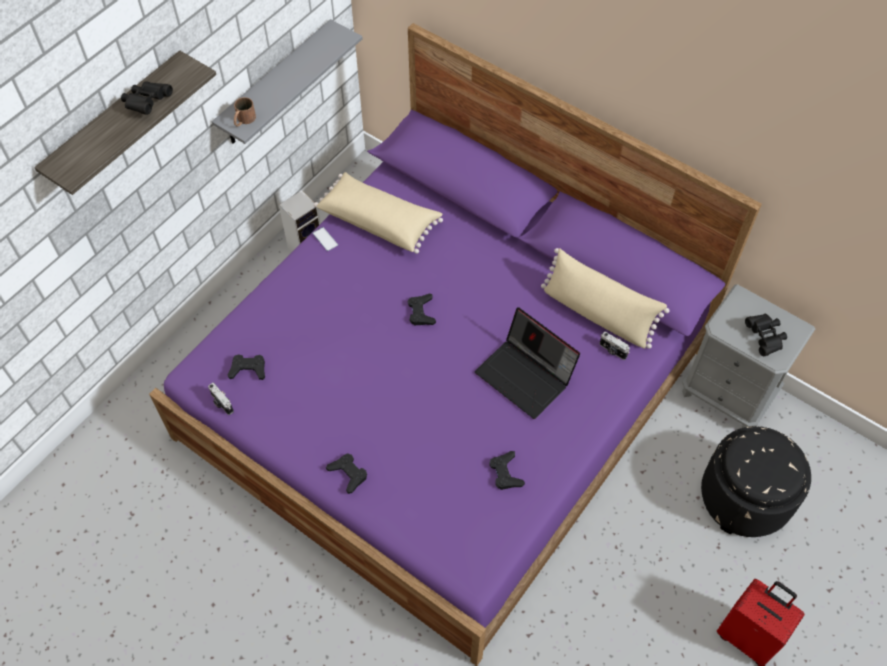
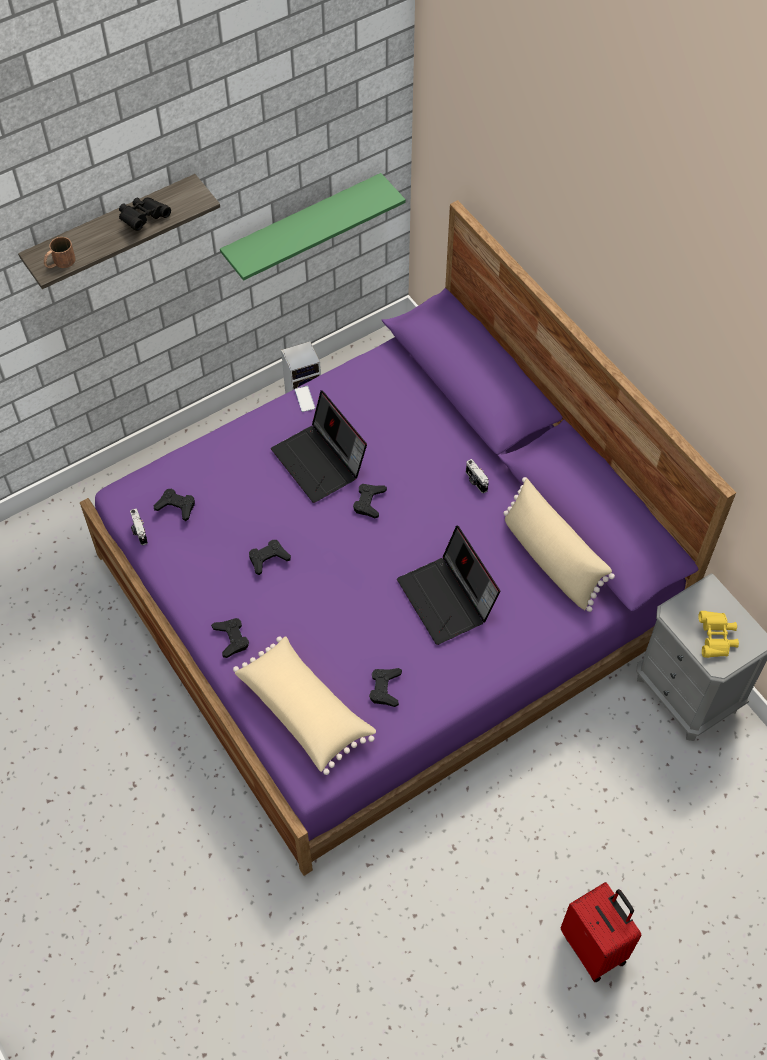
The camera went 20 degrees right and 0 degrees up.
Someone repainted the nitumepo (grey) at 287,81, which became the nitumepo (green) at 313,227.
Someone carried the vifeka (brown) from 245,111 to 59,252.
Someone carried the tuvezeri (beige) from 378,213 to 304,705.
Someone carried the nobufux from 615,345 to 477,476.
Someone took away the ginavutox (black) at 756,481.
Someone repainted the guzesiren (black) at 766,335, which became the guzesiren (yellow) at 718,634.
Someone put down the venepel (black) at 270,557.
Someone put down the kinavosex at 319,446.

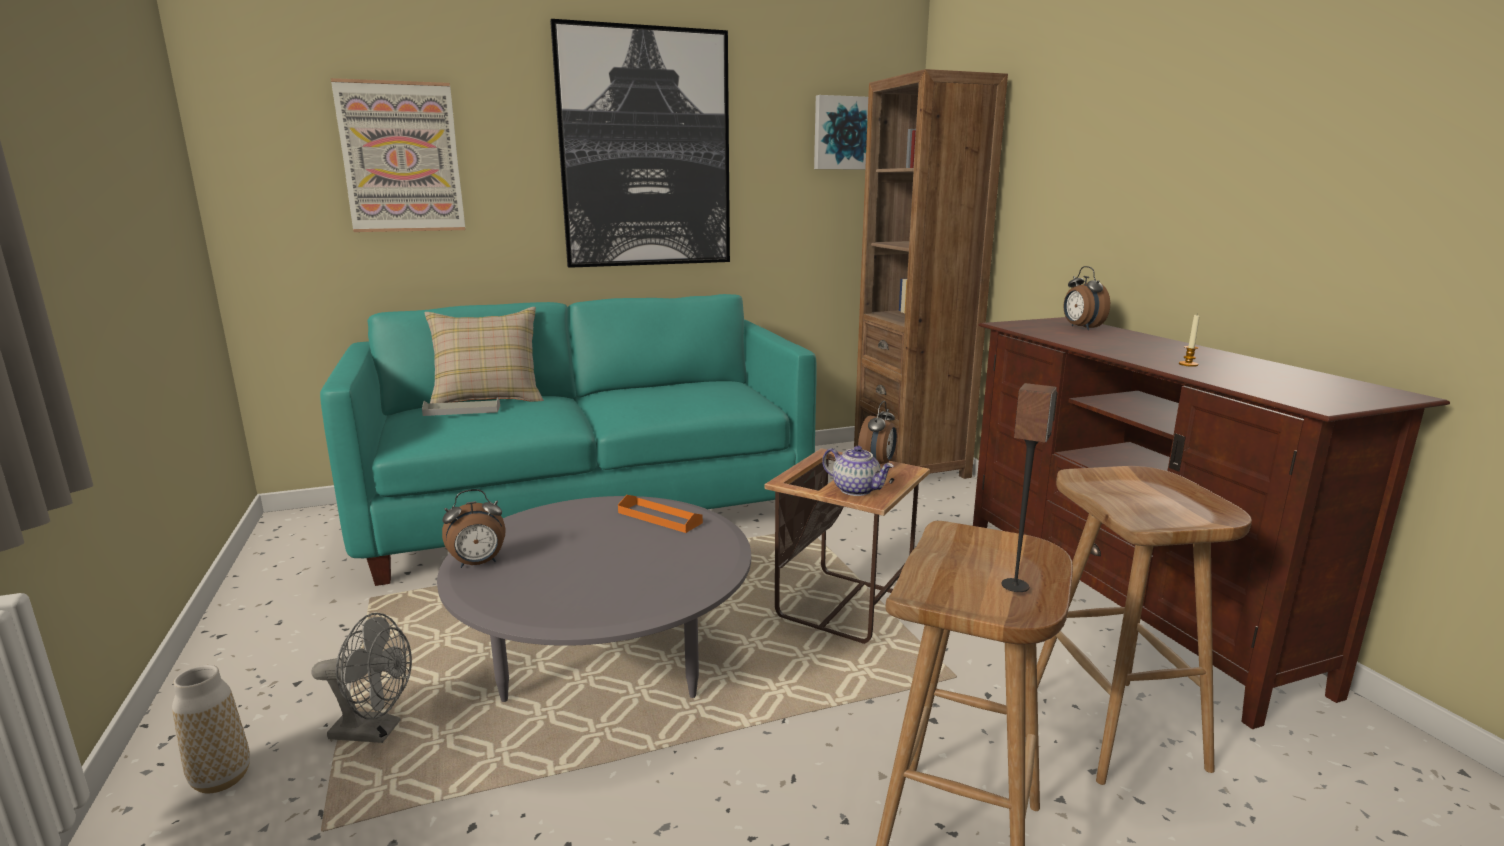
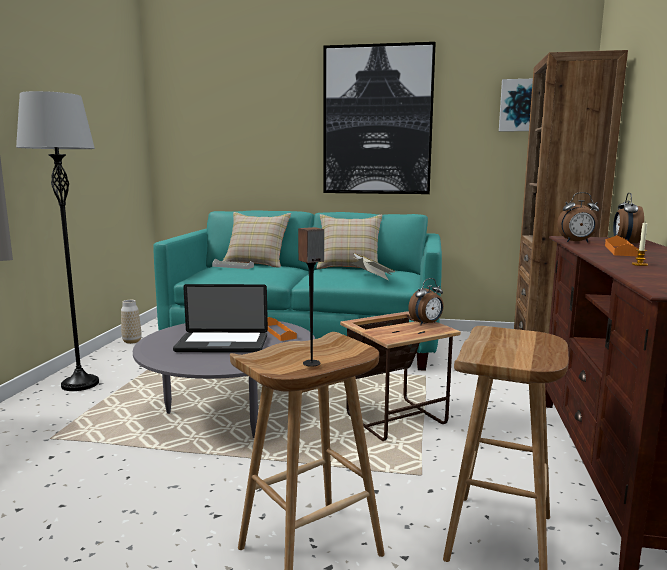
The camera went 30 degrees right and 5 degrees down.
Someone carried the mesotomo from 211,729 to 131,322.
Someone took away the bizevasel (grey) at 361,678.
Someone took away the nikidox at 398,155.
Someone carried the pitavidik from 474,528 to 578,217.
Someone took away the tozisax at 858,471.
Someone put down the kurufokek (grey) at 57,241.
Someone put down the kinavosex at 220,318.
Someone put down the tuvezeri (beige) at 349,241.
Someone put down the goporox at 374,266.
Someone put down the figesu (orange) at 621,246.

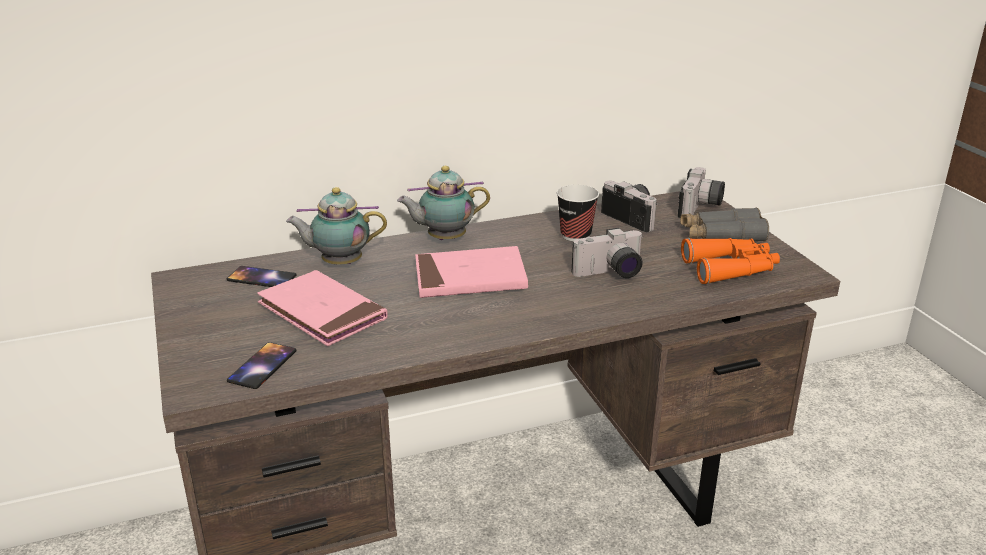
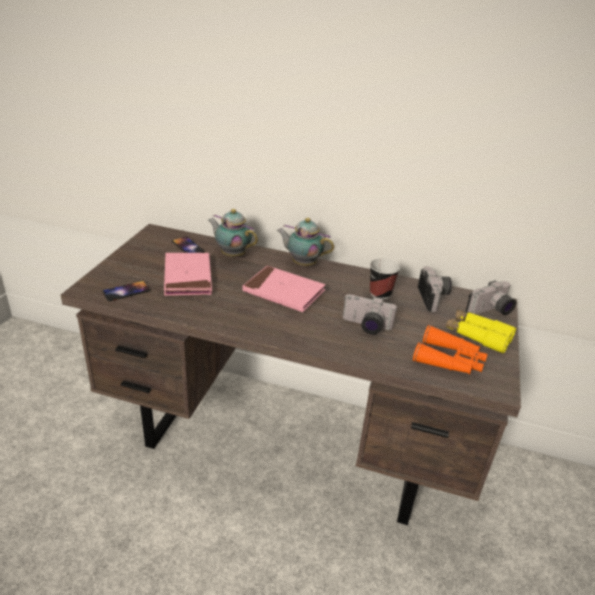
The camera went 35 degrees right and 5 degrees up.
Someone repainted the guzesiren (grey) at 724,225, which became the guzesiren (yellow) at 481,331.

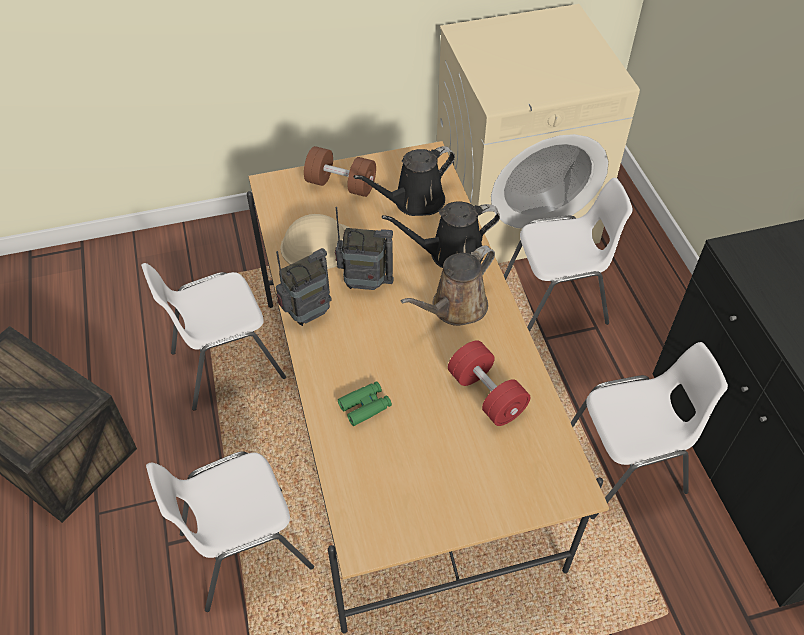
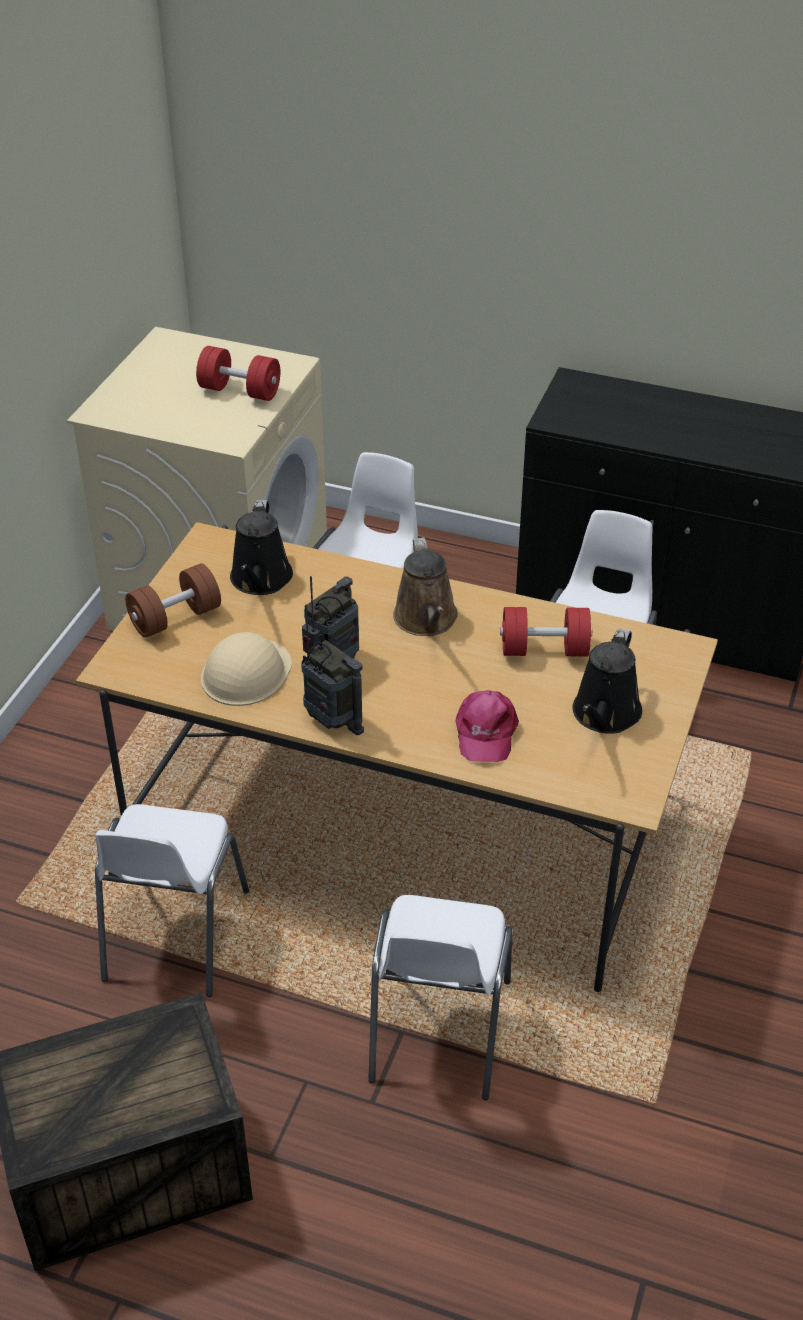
The camera went 55 degrees left and 10 degrees down.
Someone rotated the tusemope at 304,287 by 135 degrees clockwise.
Someone swapped the guzesiren (green) at 365,403 for the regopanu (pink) at 487,726.
Someone carried the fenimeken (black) from 441,235 to 607,681.
Someone put down the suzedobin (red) at 238,373.

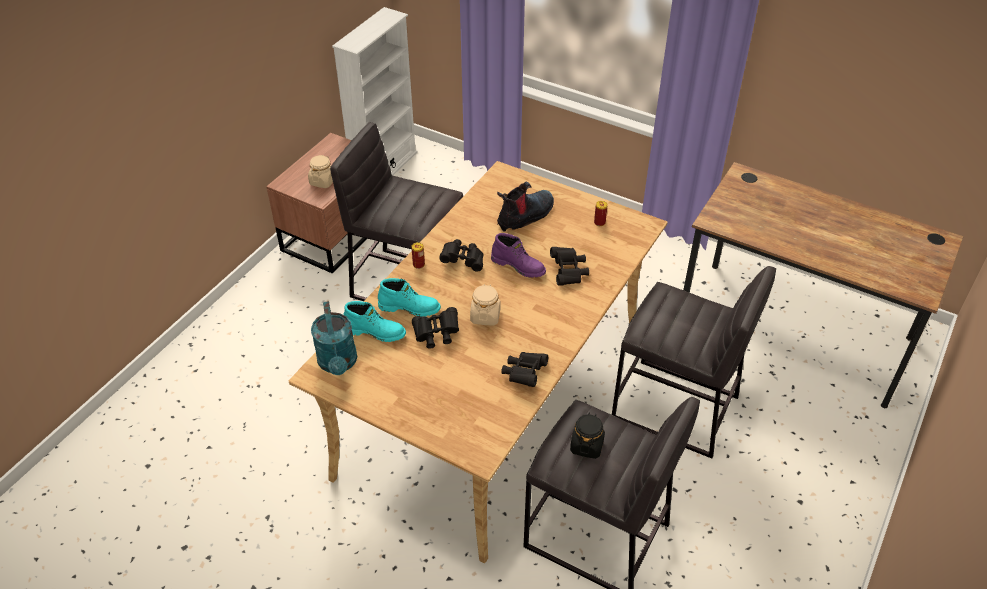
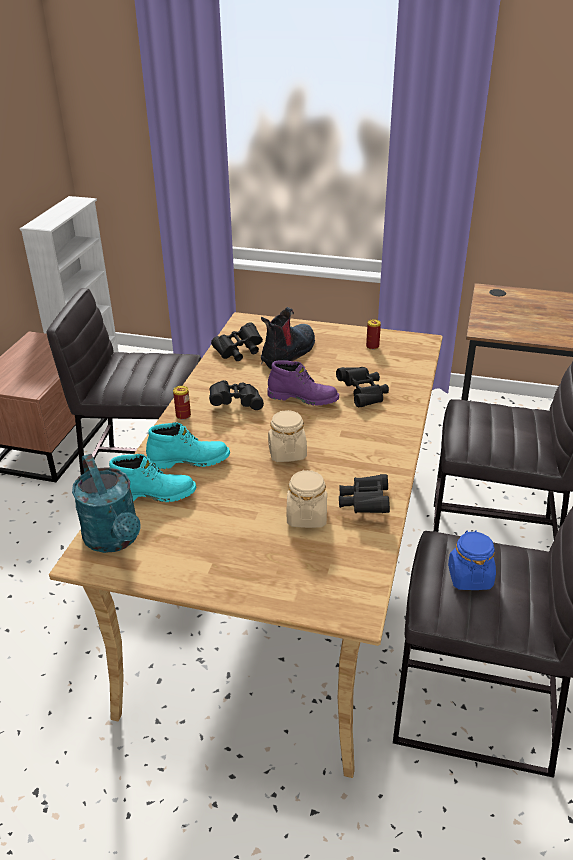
The camera went 15 degrees left and 10 degrees down.
Someone carried the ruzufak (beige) from 320,171 to 307,499.
Someone carried the guzesiren (black) from 435,328 to 237,341.
Someone repainted the ruzufak (black) at 587,436, which became the ruzufak (blue) at 472,560.

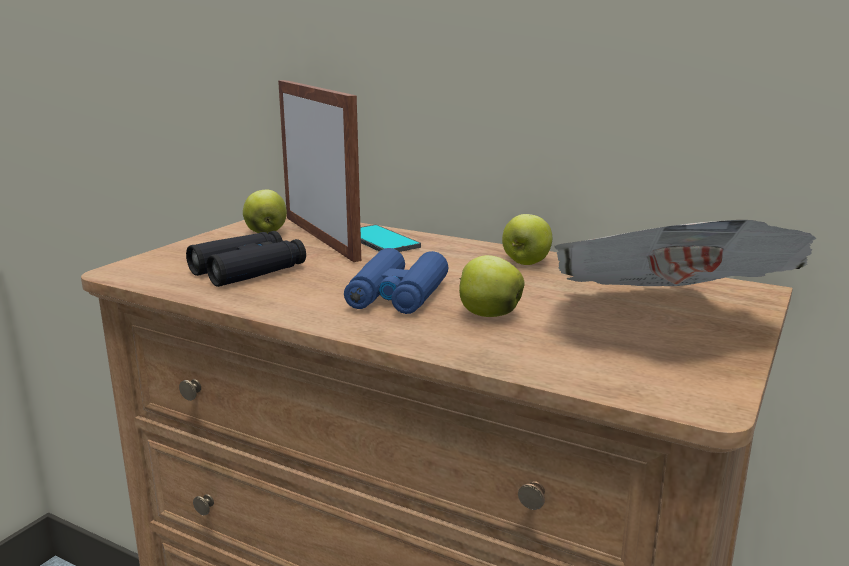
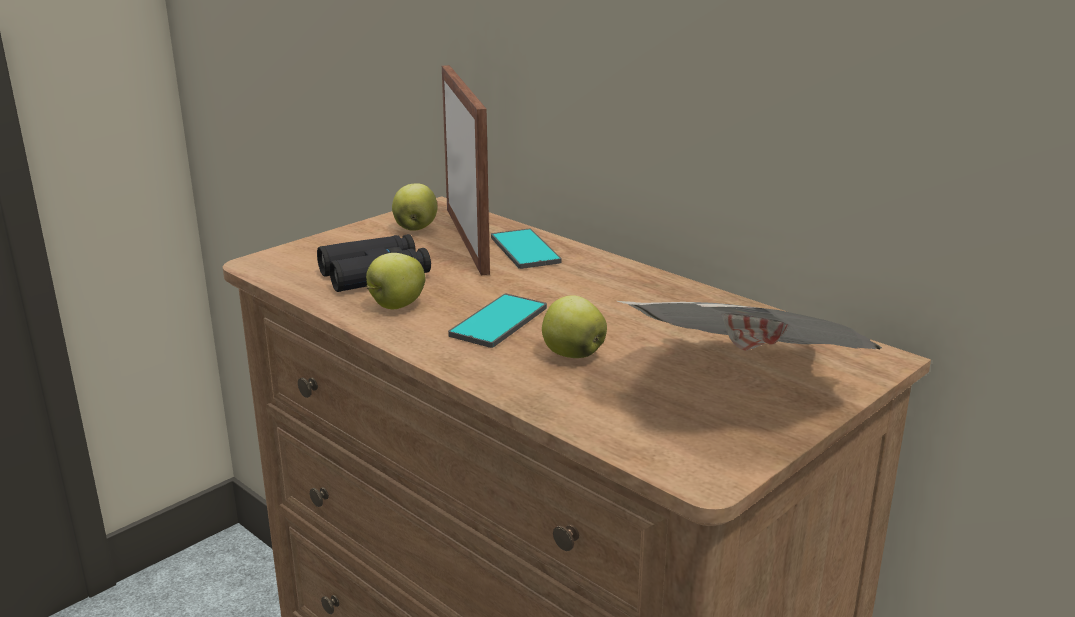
The camera went 15 degrees right and 5 degrees up.
Someone swapped the guzesiren (blue) at 396,281 for the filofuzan at 497,321.
Someone carried the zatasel from 527,239 to 396,281.

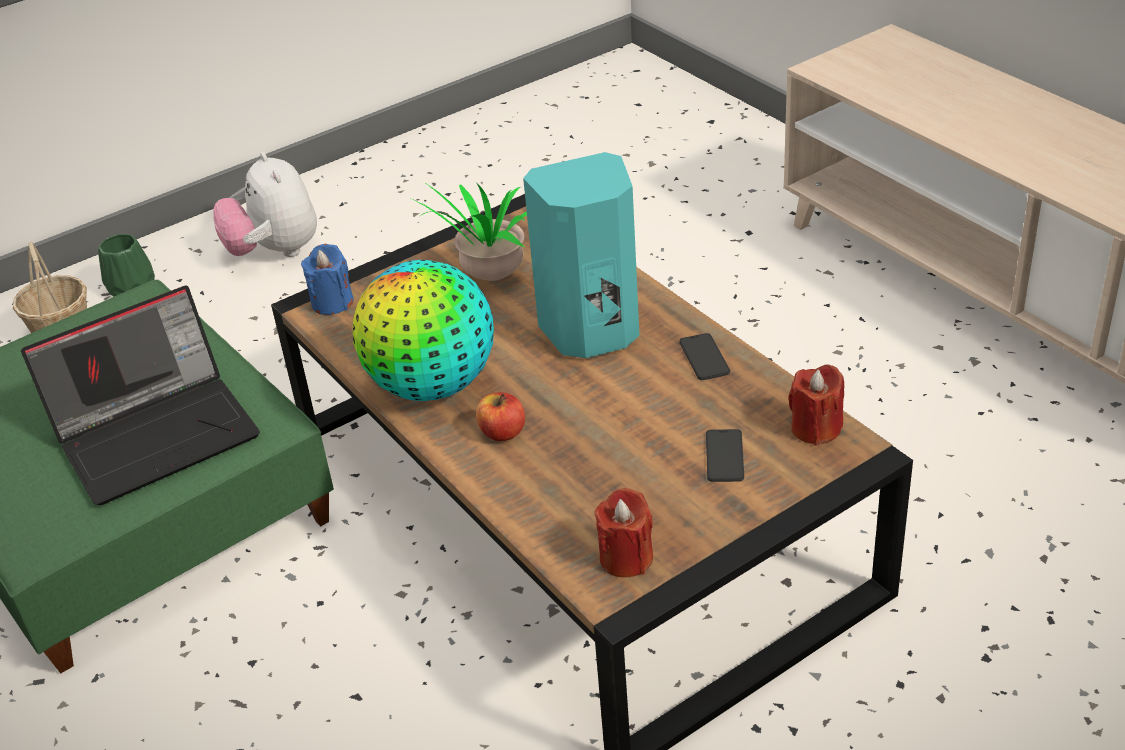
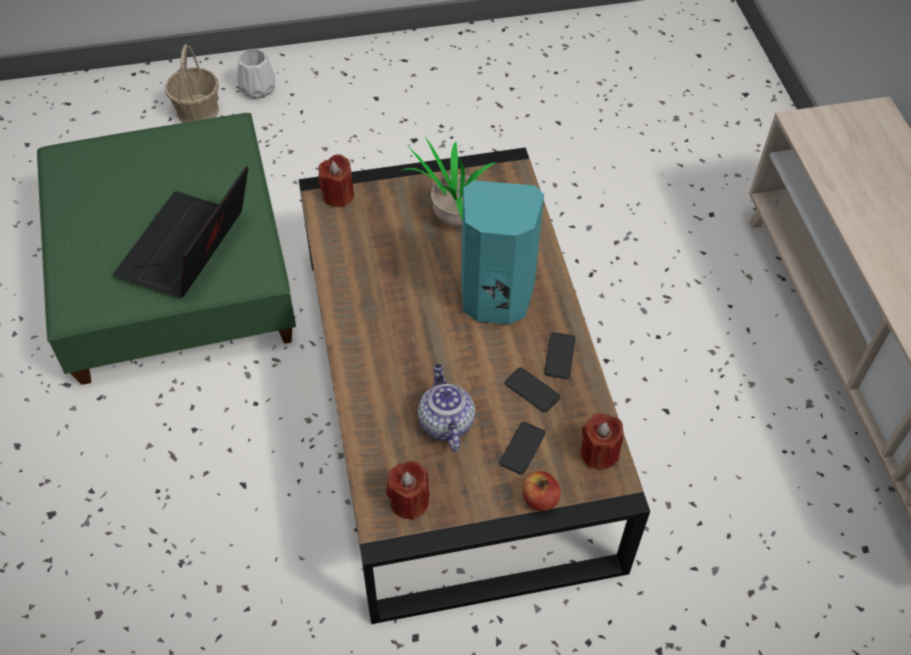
The camera went 20 degrees right and 15 degrees up.
Someone rotated the kinavosex at 140,395 by 120 degrees clockwise.
Someone repainted the mesotomo (green) at 126,265, which became the mesotomo (white) at 256,74.
Someone took away the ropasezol at 265,204.
Someone repainted the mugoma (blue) at 327,279, which became the mugoma (red) at 336,181.
Someone took away the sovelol at 423,330.
Someone carried the zatasel from 500,416 to 541,491.
Someone put down the tozisax at 446,408.
Someone put down the filofuzan at 532,390.

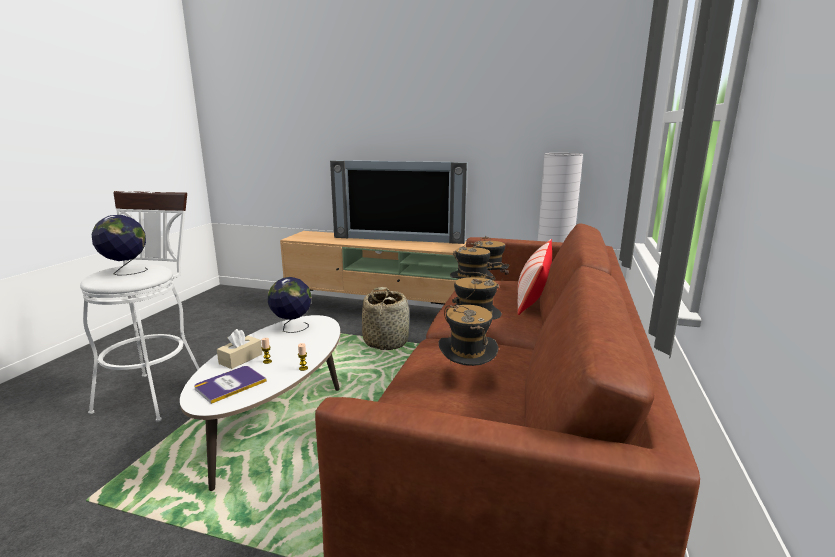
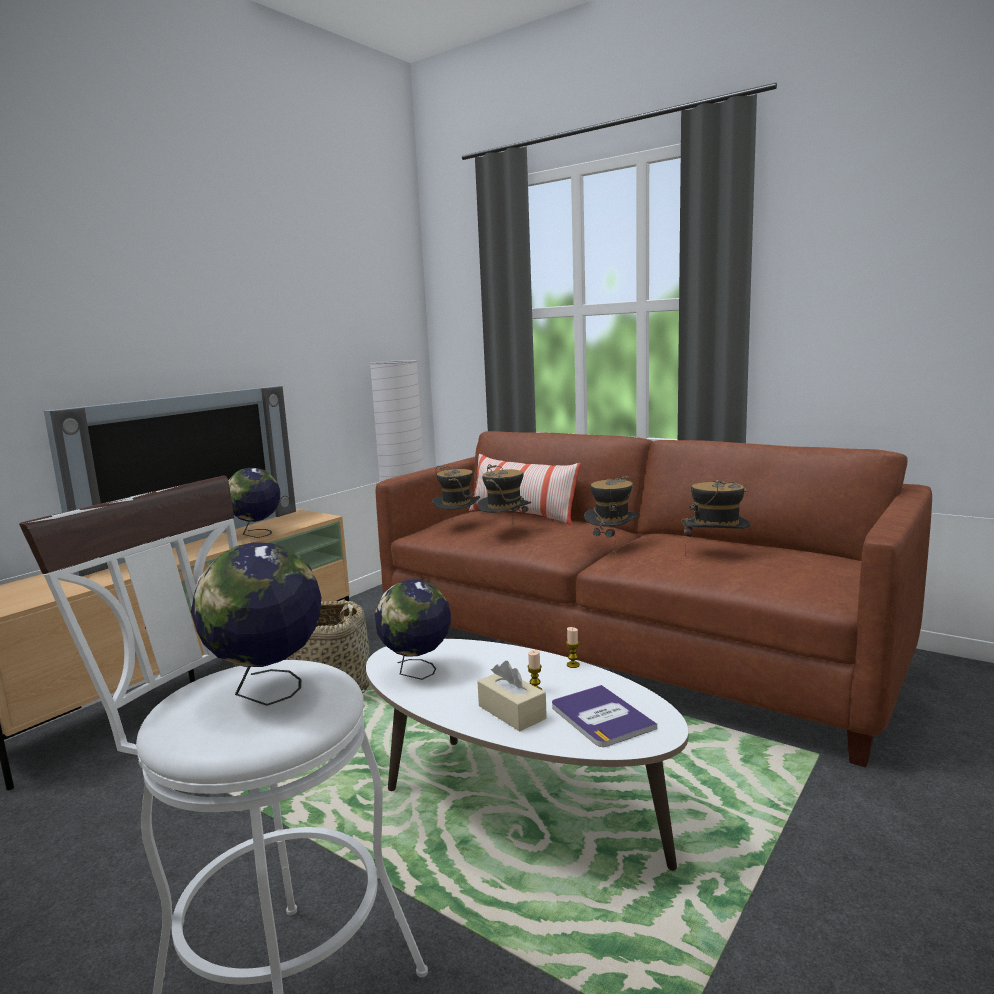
The camera went 70 degrees left and 5 degrees down.
Someone put down the sovelol at 254,503.

